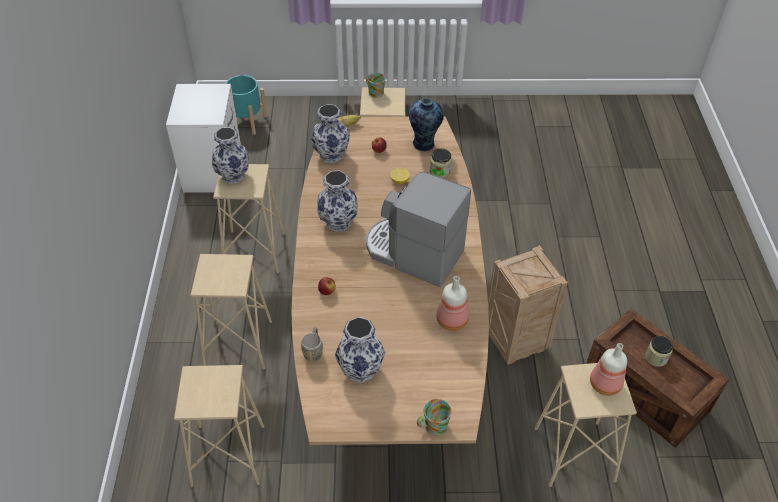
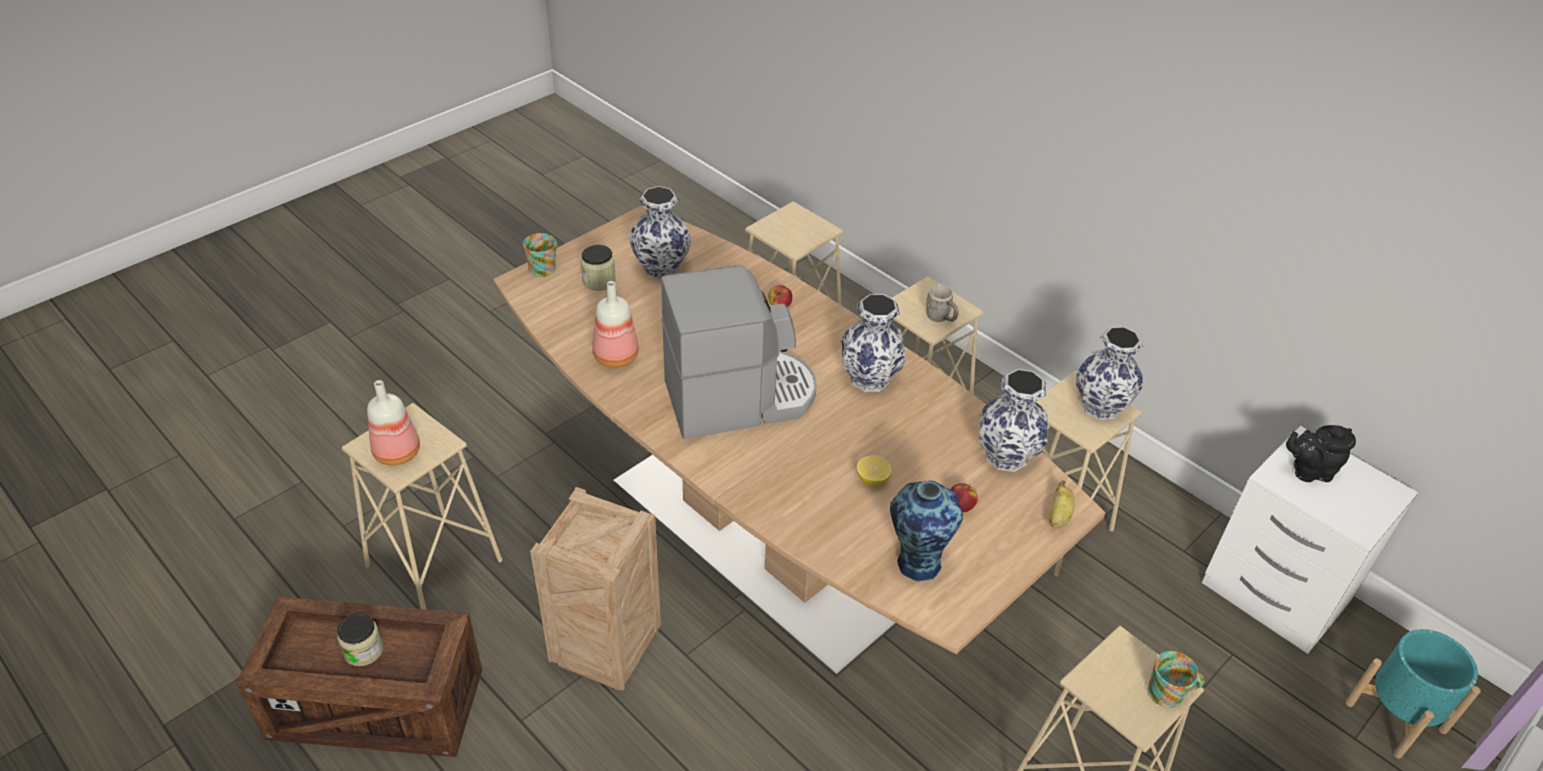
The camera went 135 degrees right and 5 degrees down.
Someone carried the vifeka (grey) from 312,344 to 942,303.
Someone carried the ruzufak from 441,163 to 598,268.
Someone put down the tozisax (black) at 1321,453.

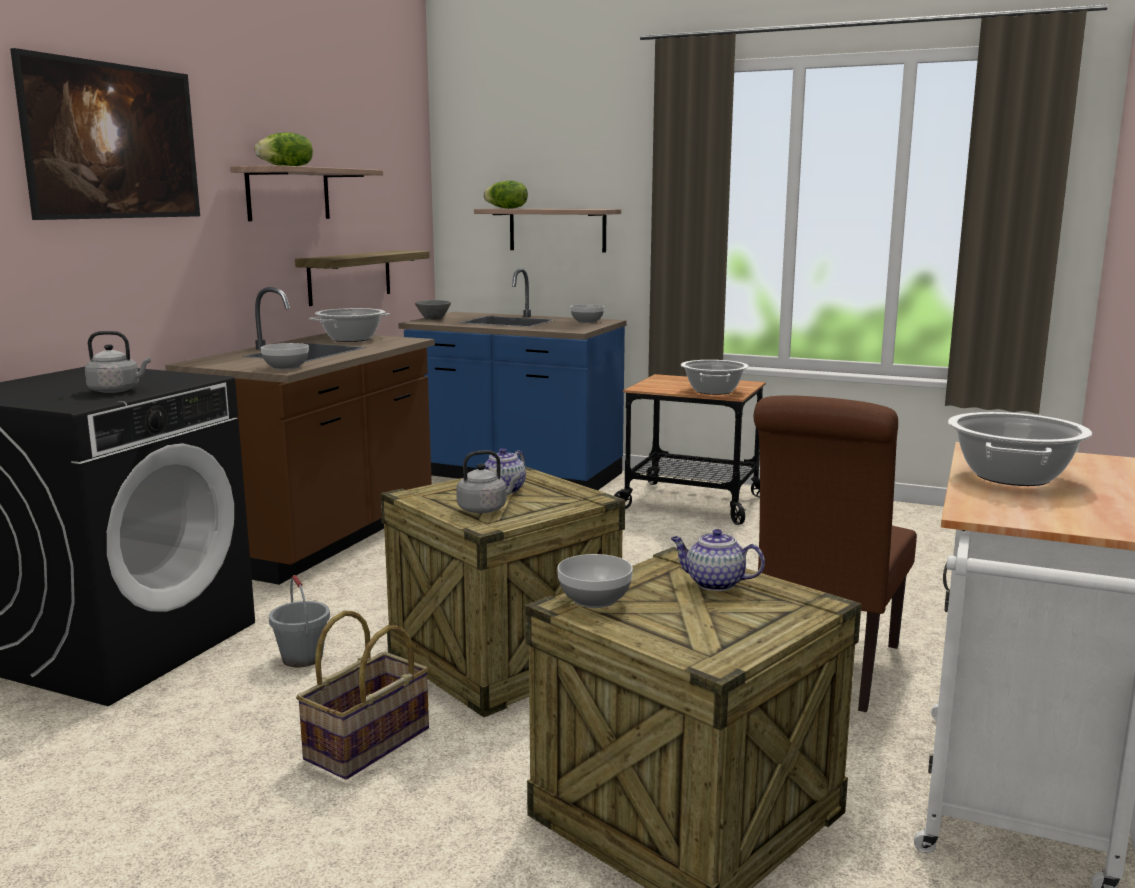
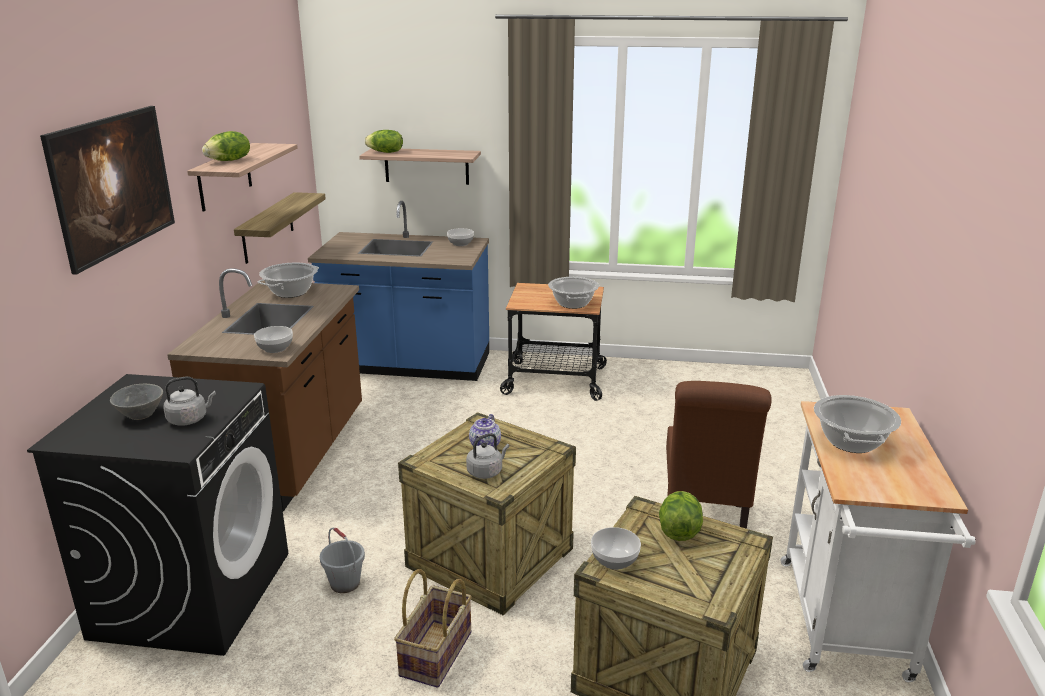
The camera went 15 degrees left and 10 degrees up.
Someone carried the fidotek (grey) from 433,310 to 136,402.
Someone swapped the tozisax at 718,560 for the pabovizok at 681,516.

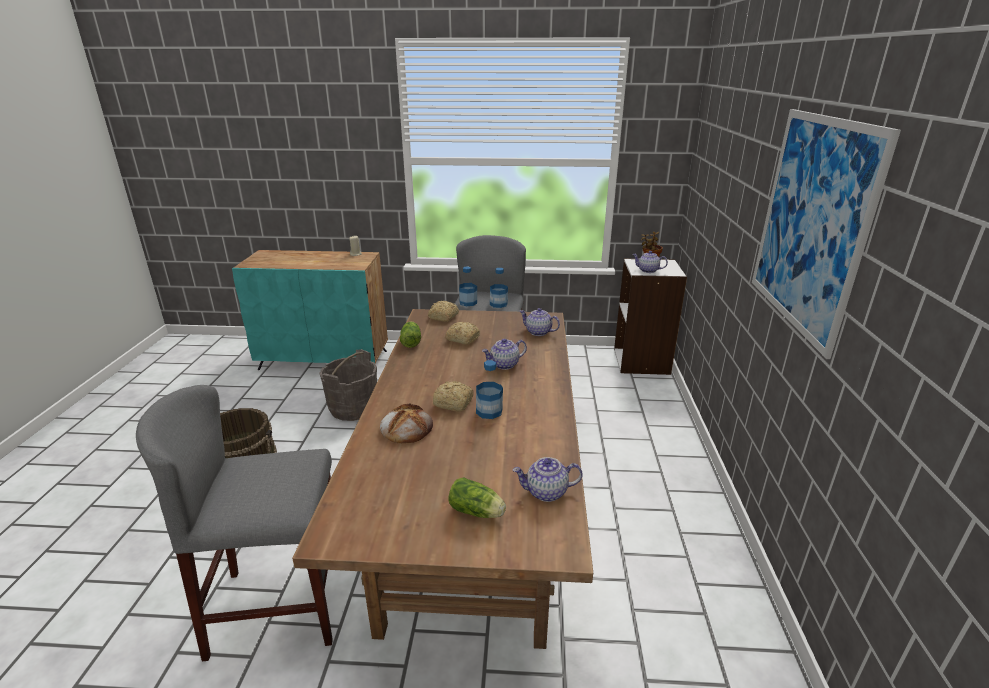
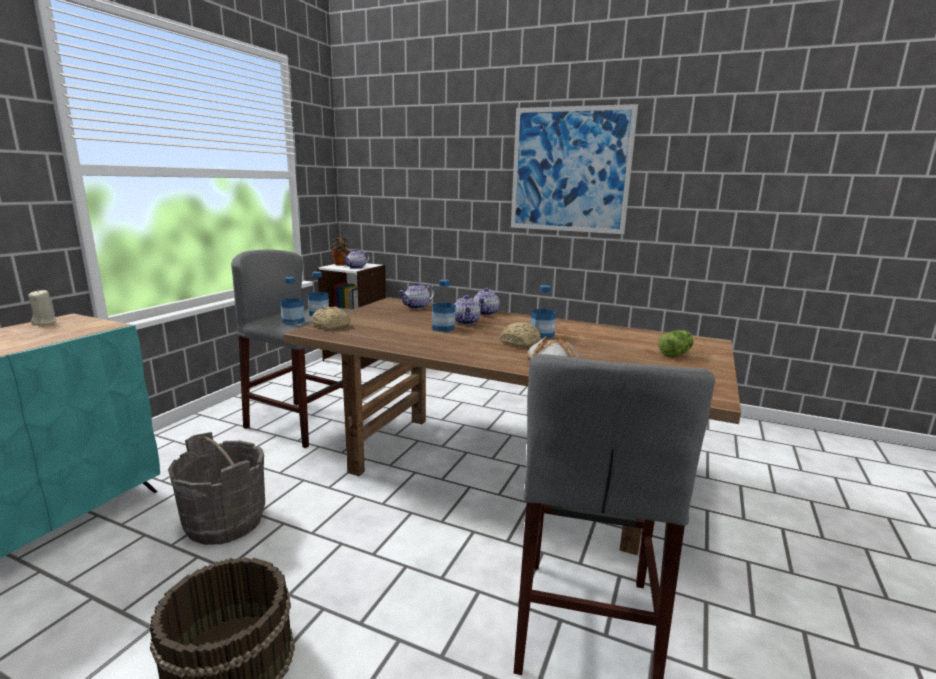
The camera went 70 degrees left and 10 degrees down.
Someone took away the pabovizok at 410,334.
Someone took away the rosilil at 462,333.
Someone carried the tozisax from 548,479 to 487,301.
Someone put down the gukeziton at 444,305.

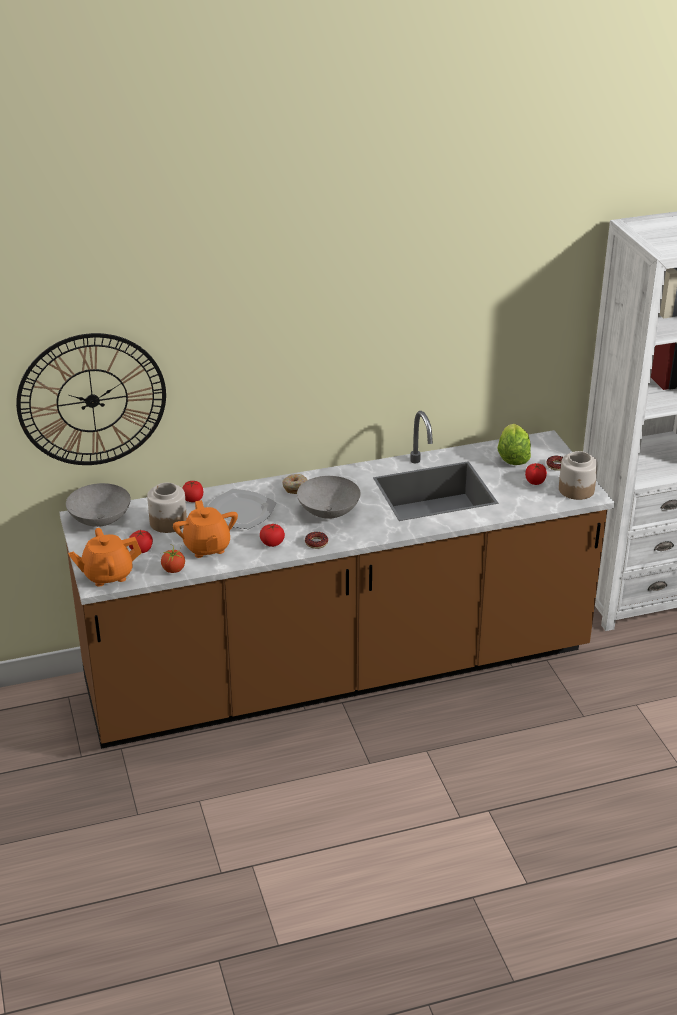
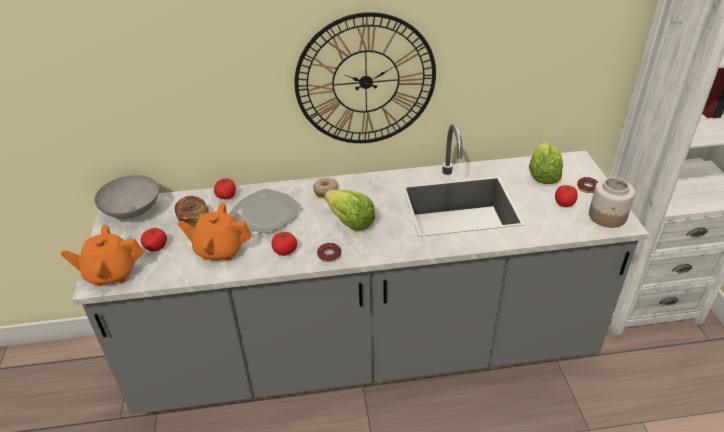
The camera went 10 degrees right and 5 degrees up.
Someone carried the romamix from 91,399 to 365,77.
Someone repainted the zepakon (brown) at 337,580, which became the zepakon (grey) at 360,269.
Someone swapped the ruzufak at 167,508 for the rosilil at 192,212.
Someone took away the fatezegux at 173,559.
Someone rotated the tozisax (orange) at 205,529 by 105 degrees clockwise.
Someone swapped the fidotek (grey) at 329,497 for the pabovizok at 349,210.

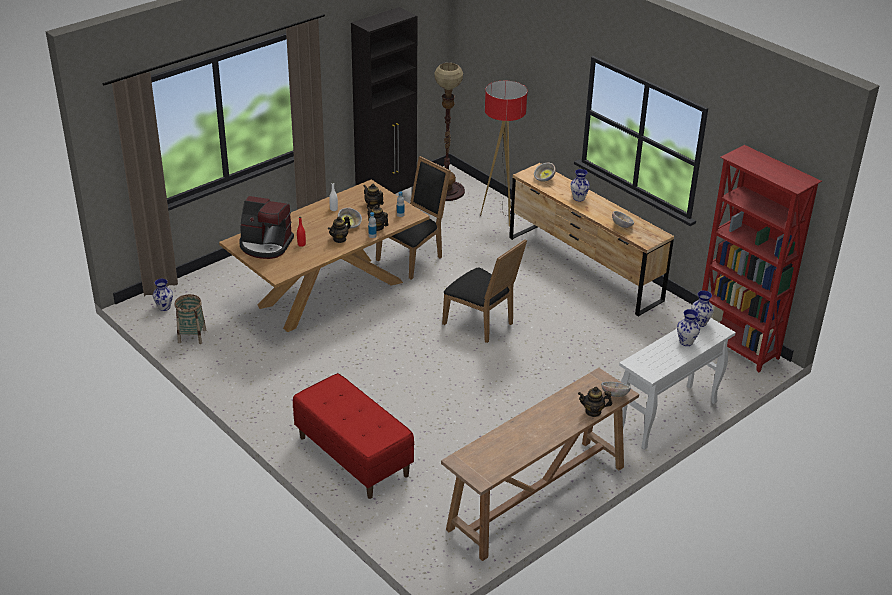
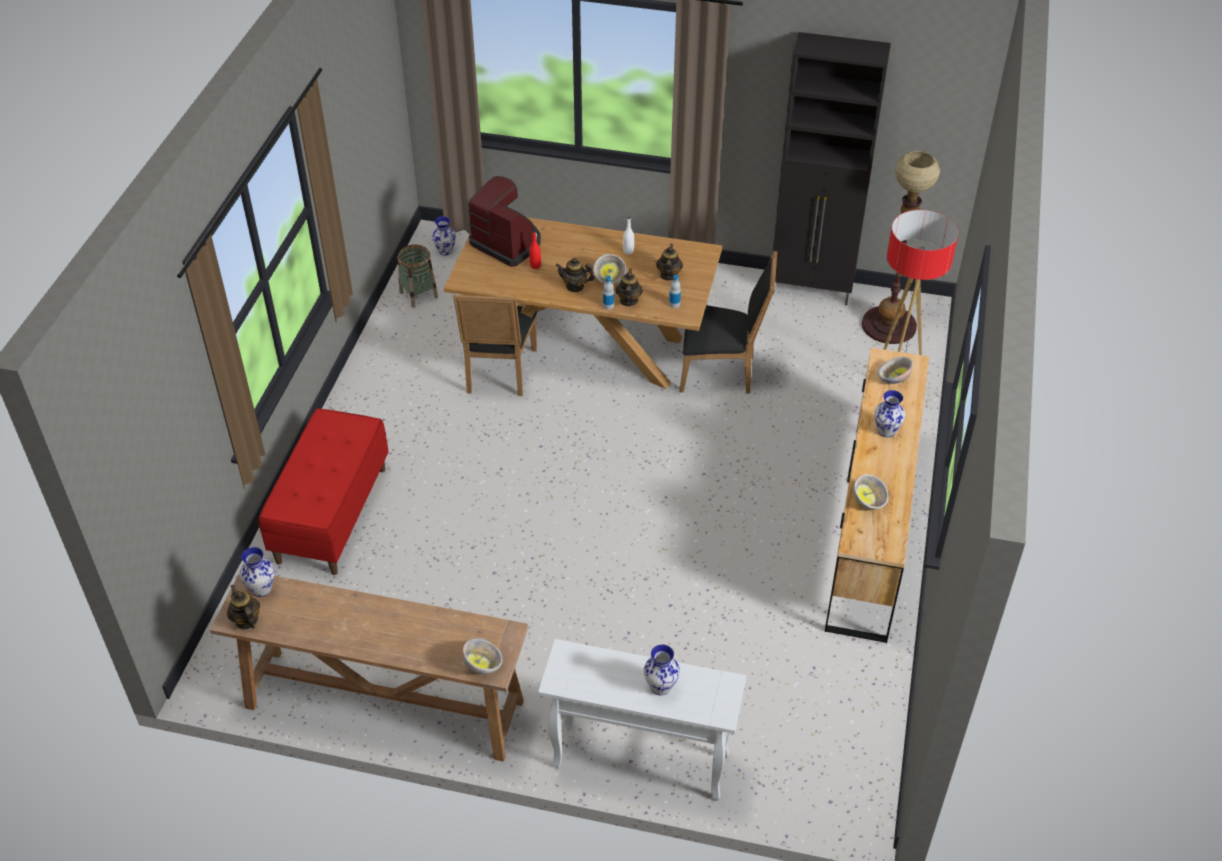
The camera went 55 degrees right and 10 degrees up.
Someone rotated the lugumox at 267,227 by 150 degrees clockwise.
Someone carried the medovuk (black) from 484,291 to 495,345.
Someone carried the tozisax from 595,402 to 243,606.
Someone carried the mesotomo from 702,309 to 257,572.
Someone took away the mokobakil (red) at 762,258.

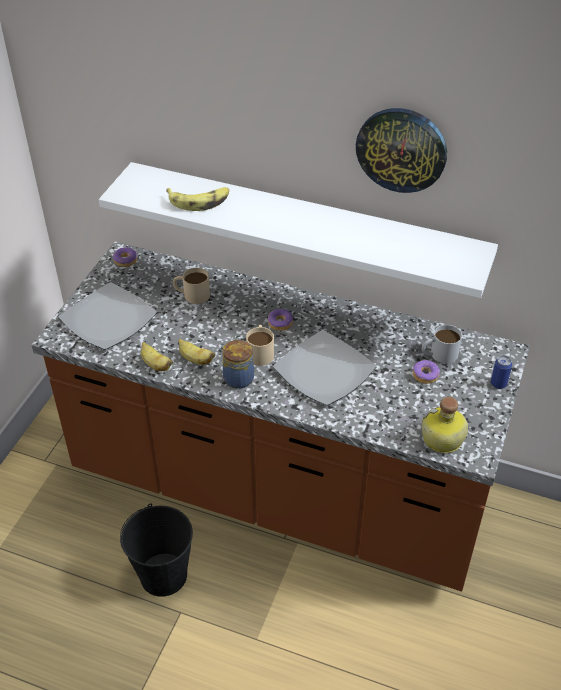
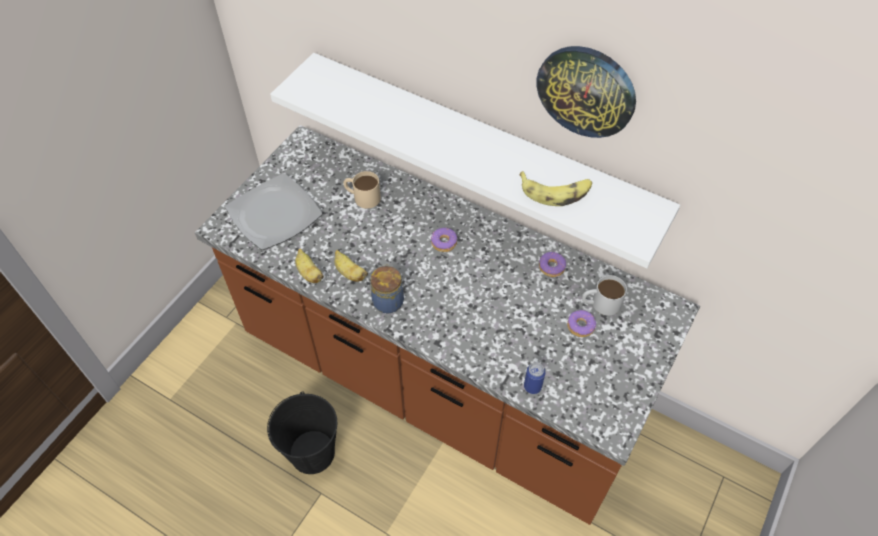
The camera went 10 degrees right and 10 degrees up.
Someone carried the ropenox from 125,257 to 552,264.
Someone carried the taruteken from 197,199 to 555,188.
Someone took away the vifeka (beige) at 260,345.
Someone took away the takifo at 324,368.
Someone took away the gukeziton at 445,425.
Someone carried the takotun from 501,372 to 534,378.

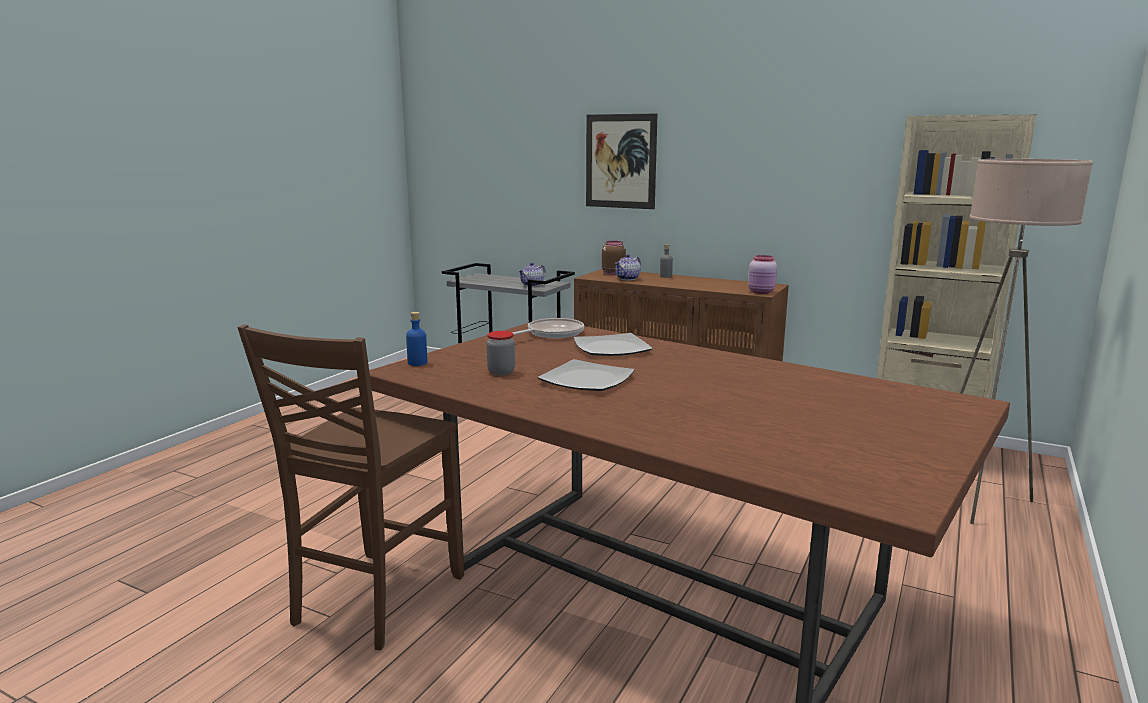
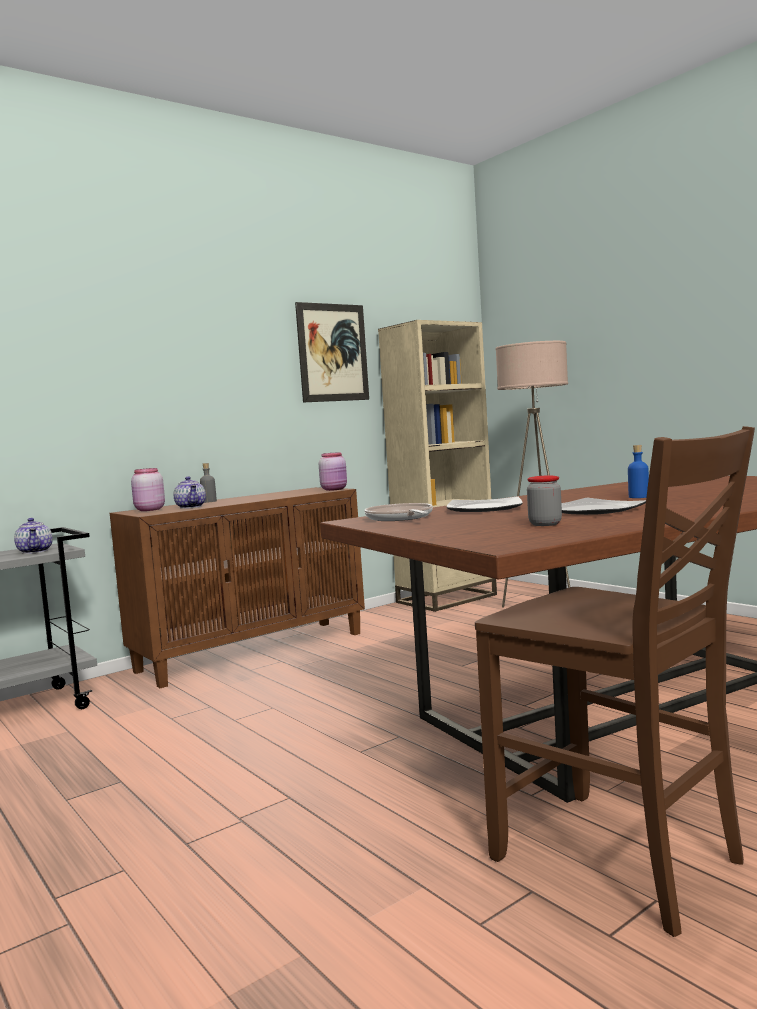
The camera went 65 degrees left and 10 degrees down.
Someone carried the gukeziton (blue) from 416,339 to 638,471.
Someone carried the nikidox from 622,161 to 332,352.
Someone repainted the ruzufak (brown) at 614,258, which became the ruzufak (pink) at 148,489.

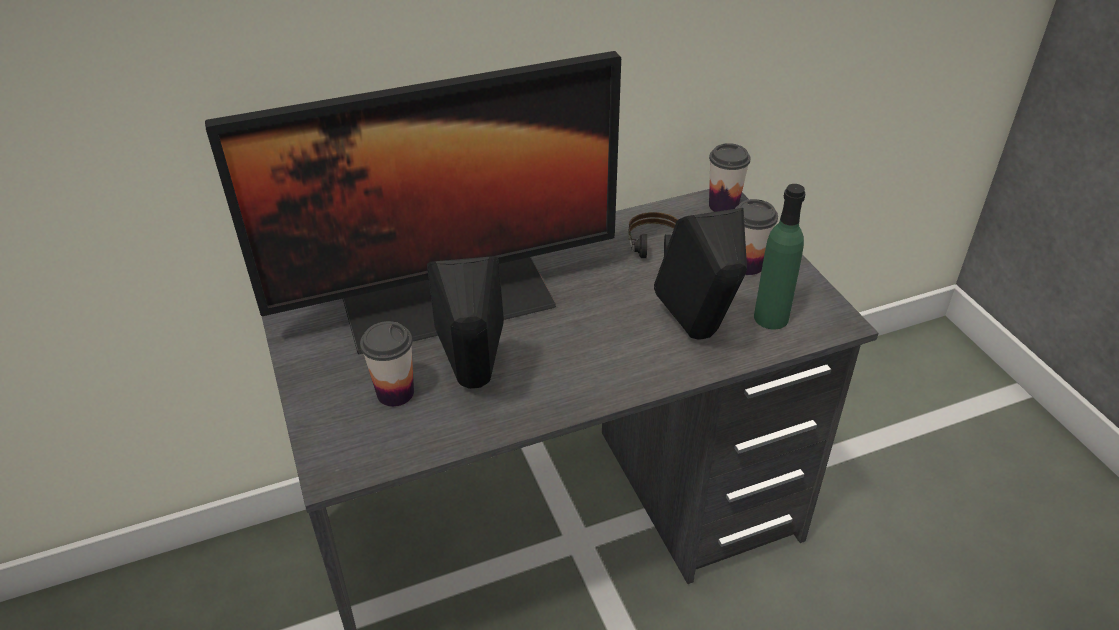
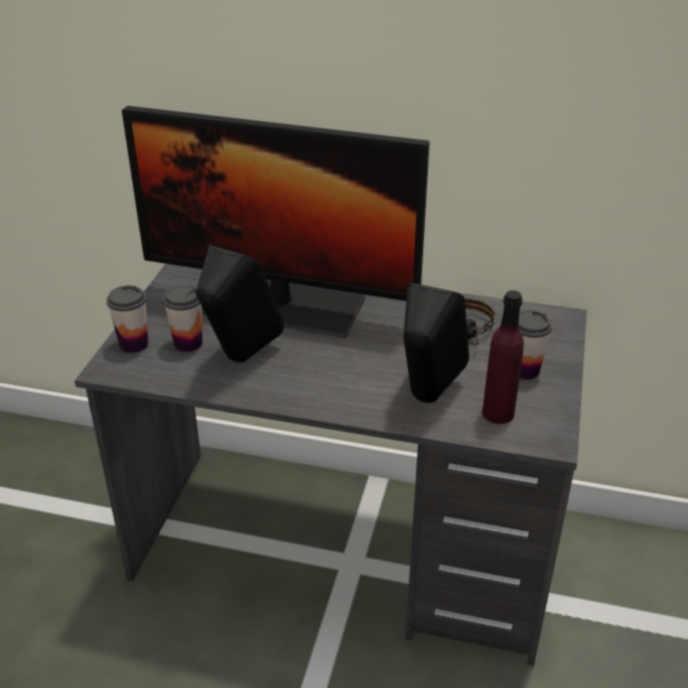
The camera went 35 degrees right and 5 degrees down.
Someone carried the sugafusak from 729,177 to 127,319.
Someone repainted the gukeziton (green) at 779,256, which became the gukeziton (purple) at 503,357.

